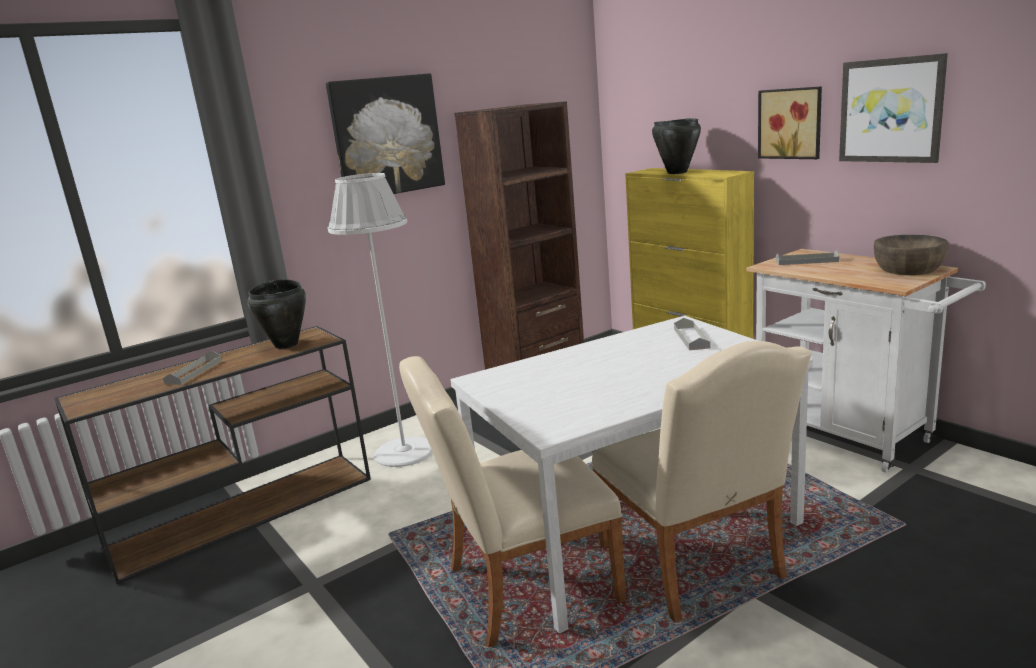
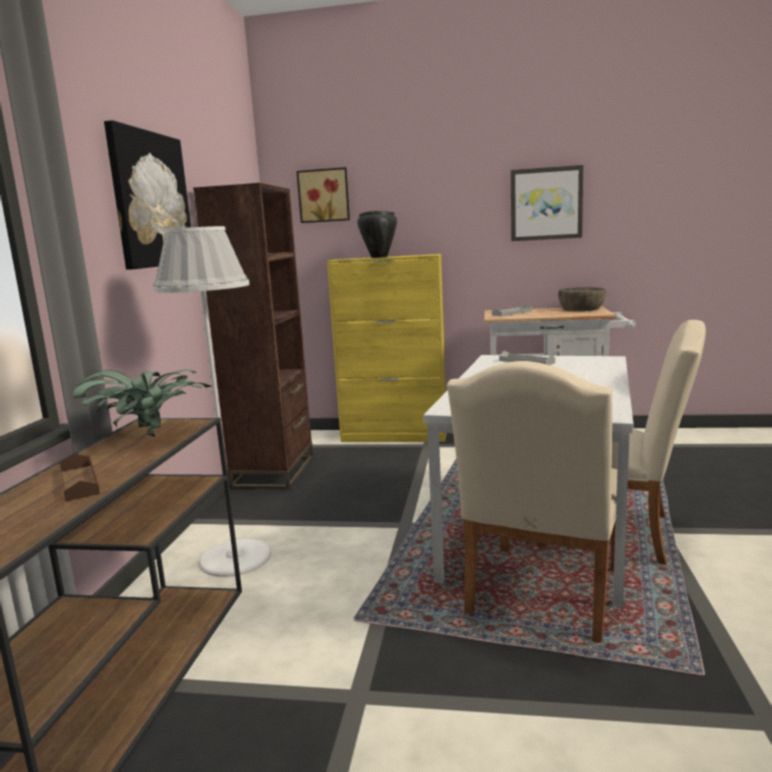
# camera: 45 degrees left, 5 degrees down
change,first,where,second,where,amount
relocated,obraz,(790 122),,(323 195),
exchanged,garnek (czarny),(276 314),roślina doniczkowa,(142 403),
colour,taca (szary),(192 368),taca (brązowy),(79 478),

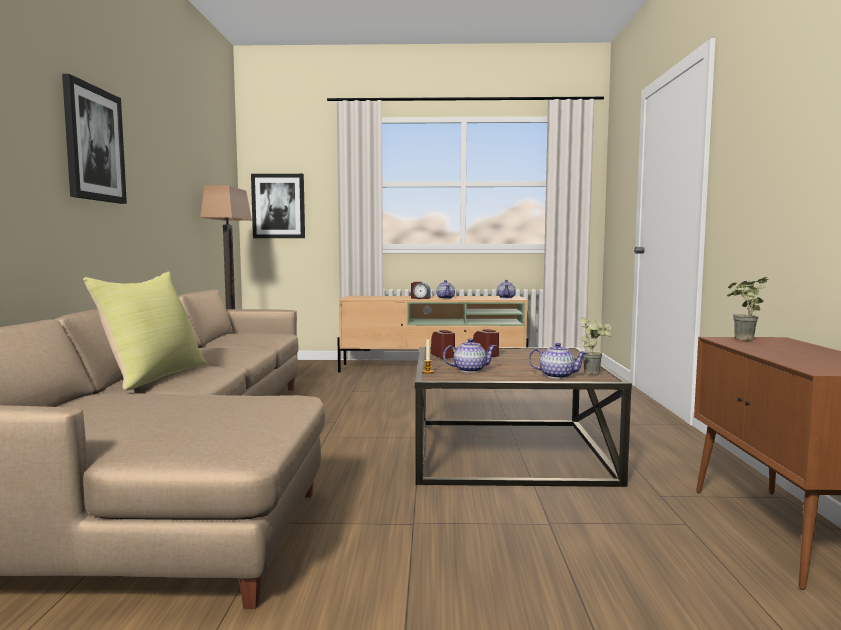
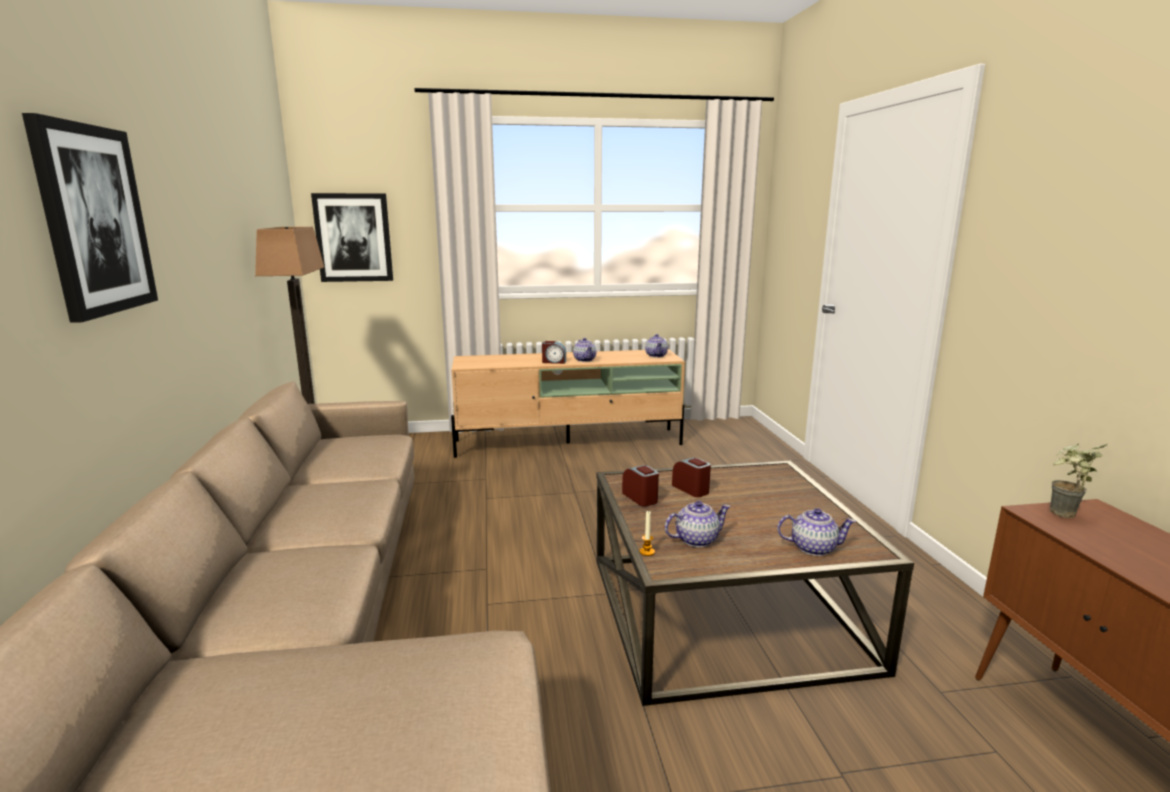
# camera: 10 degrees left, 10 degrees up
change,first,where,second,where,amount
missing,poduszka (żółty),(145 330),,,
missing,roślina doniczkowa,(596 346),,,

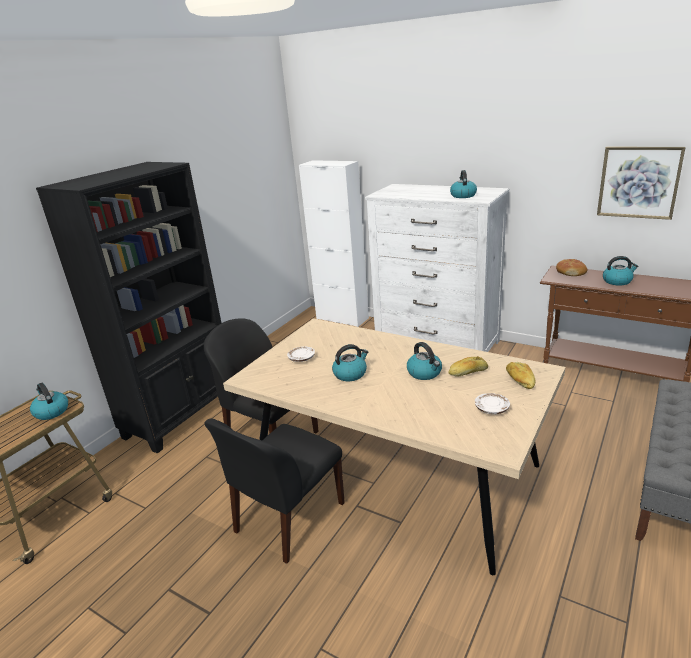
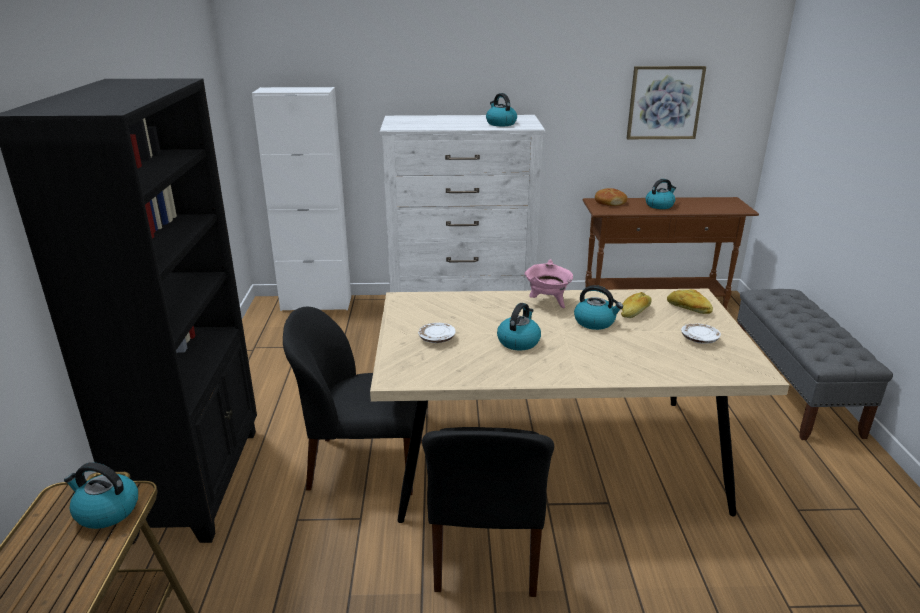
# camera: 35 degrees left, 0 degrees up
change,first,where,second,where,amount
appeared,,,garnek (różowy),(549 283),

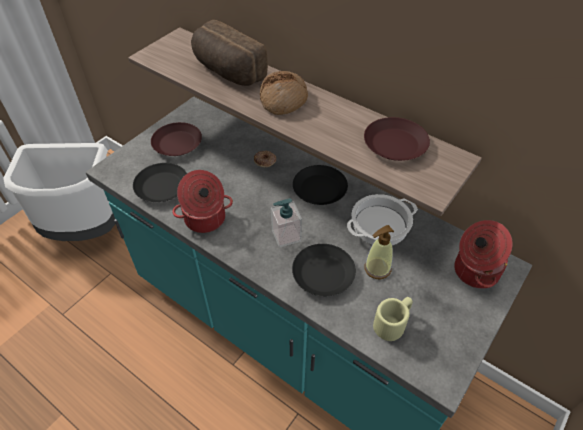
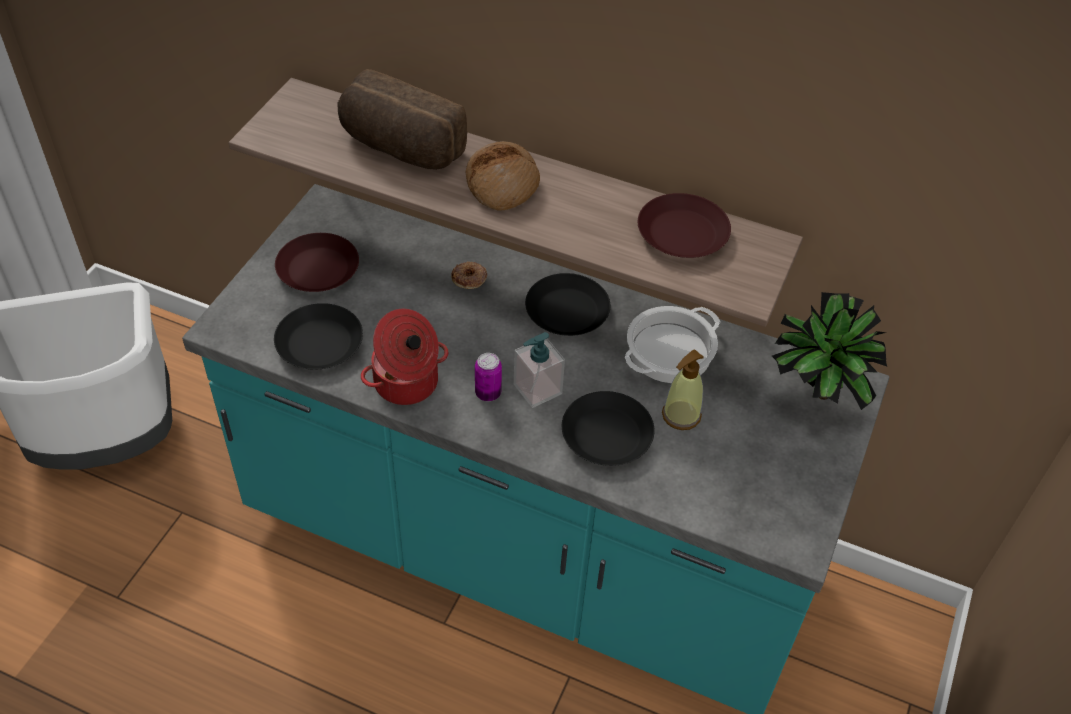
# camera: 15 degrees left, 0 degrees up
change,first,where,second,where,amount
missing,kubek (beżowy),(393 319),,,
appeared,,,puszka,(488 377),
exchanged,garnek,(483 254),roślina doniczkowa,(829 351),

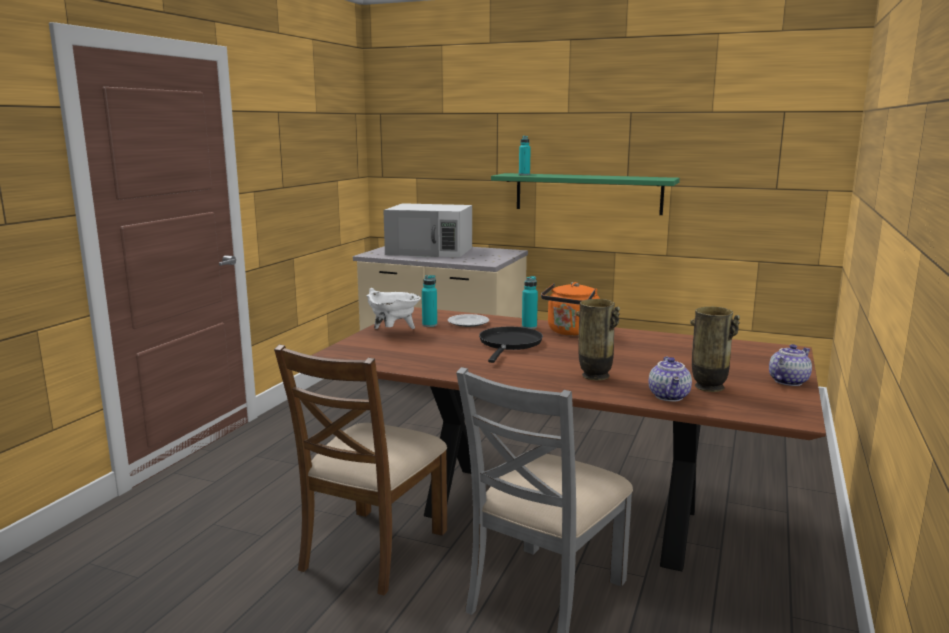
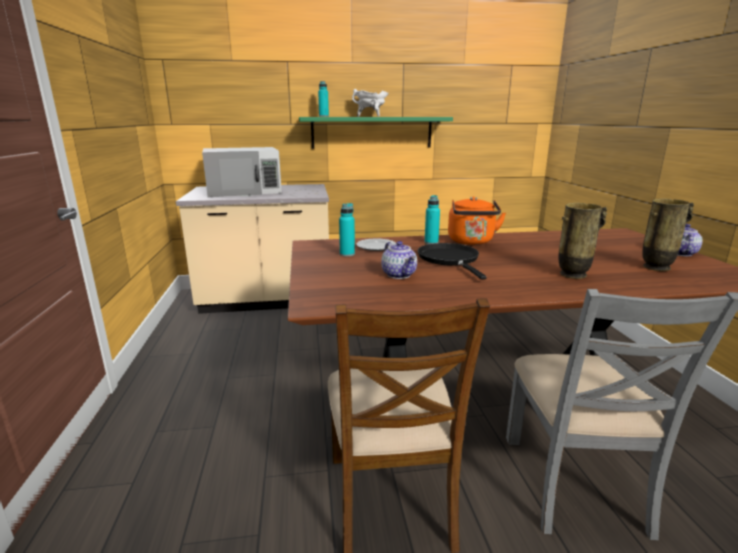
# camera: 30 degrees left, 5 degrees up
change,first,where,second,where,amount
relocated,garnek (biały),(394 308),,(370 103),
relocated,imbryk,(670 379),,(399 260),

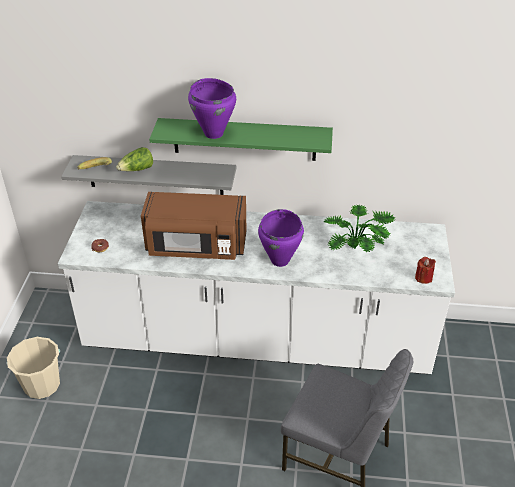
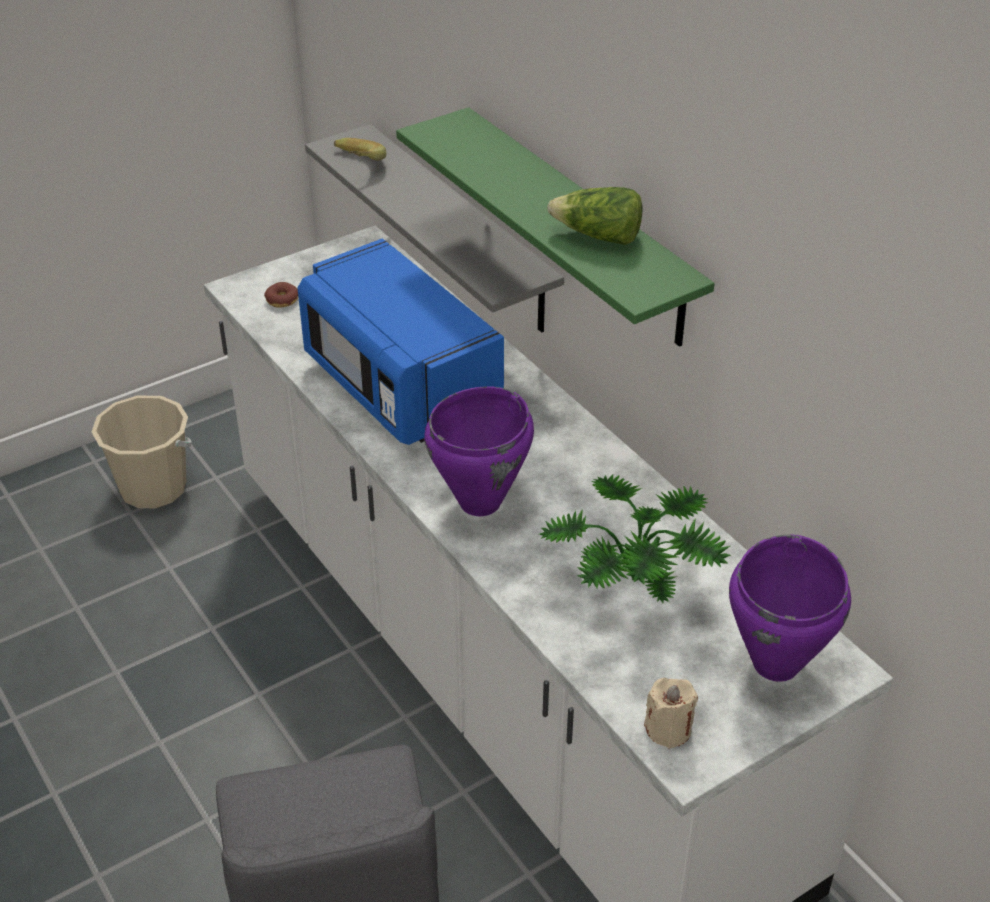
# camera: 50 degrees right, 0 degrees up
change,first,where,second,where,amount
relocated,sałata,(134 159),,(595 216),
relocated,garnek (fioletowy),(212 108),,(790 608),
colour,mikrofalówka (brązowy),(194 226),mikrofalówka (niebieski),(401 342),
colour,świeca (czerwony),(425 270),świeca (beżowy),(671 713),

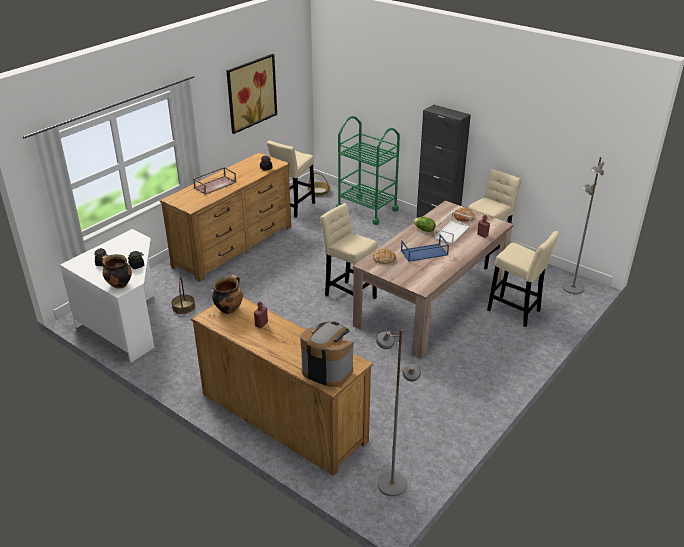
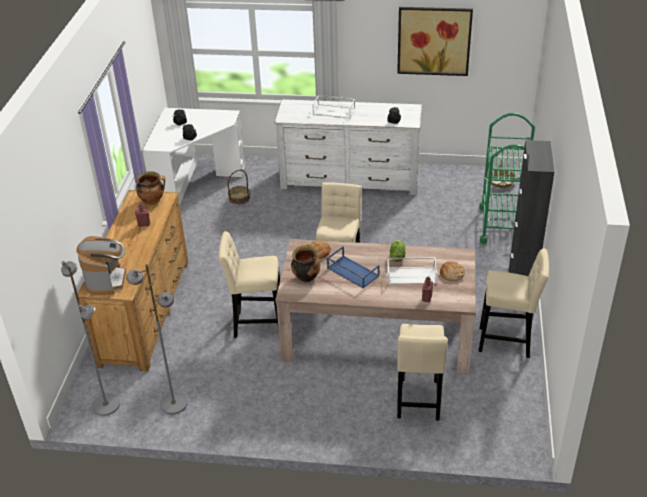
# camera: 60 degrees right, 5 degrees up
change,first,where,second,where,amount
relocated,garnek,(116 271),,(305 263),
relocated,stołek (beżowy),(291 179),,(249 284),
relocated,lampa stojąca (szary),(583 225),,(157 339),
colour,komoda (brązowy),(225 217),komoda (biały),(348 147),
colour,taca (brązowy),(215 181),taca (biały),(334 107),

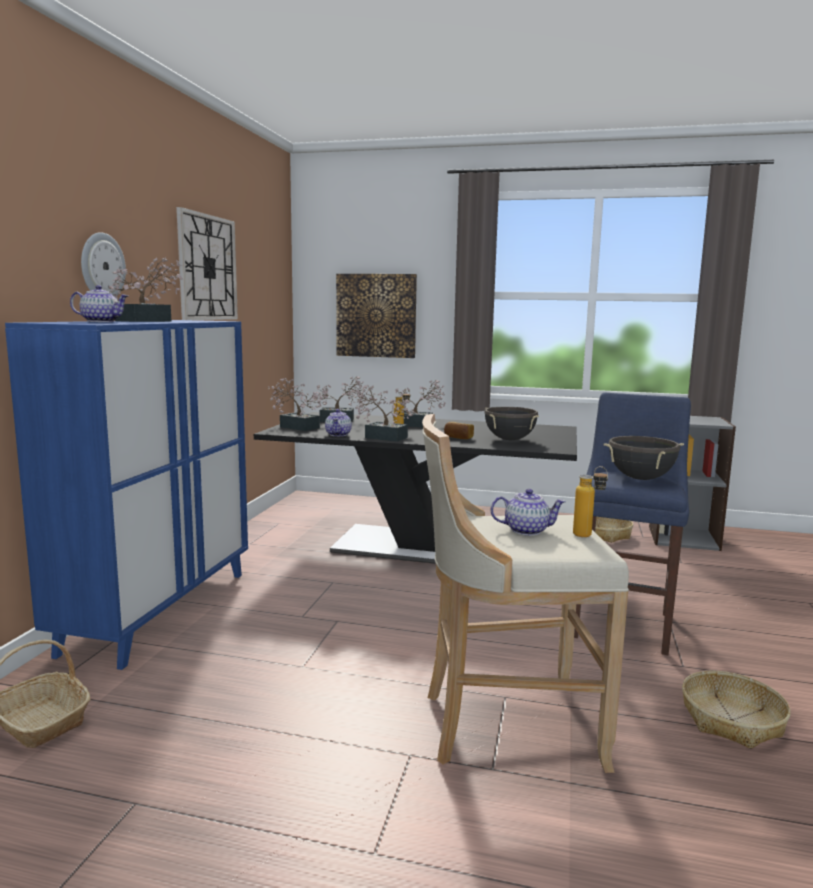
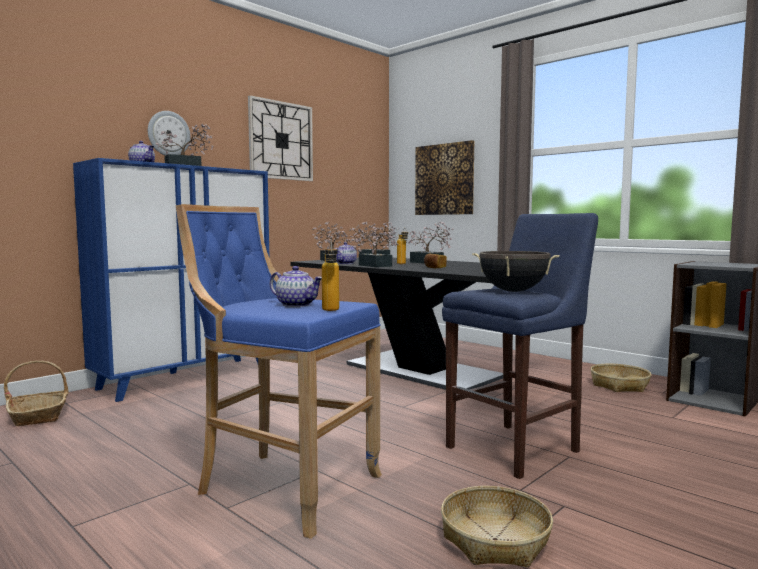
# camera: 30 degrees right, 5 degrees down
change,first,where,second,where,amount
missing,garnek (czarny),(511 423),,,
colour,stołek (beżowy),(525 593),stołek (niebieski),(279 371),

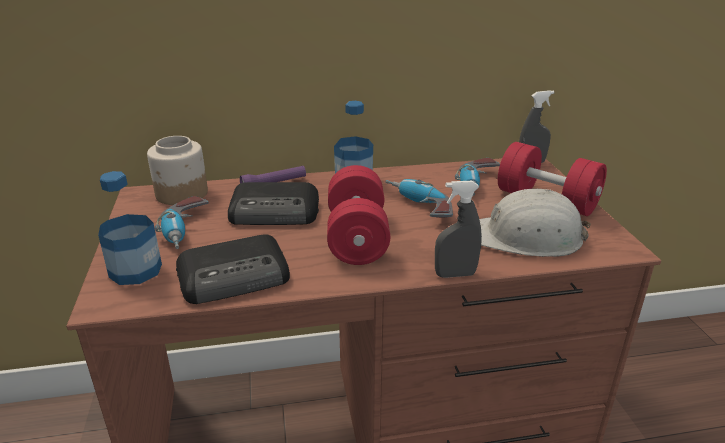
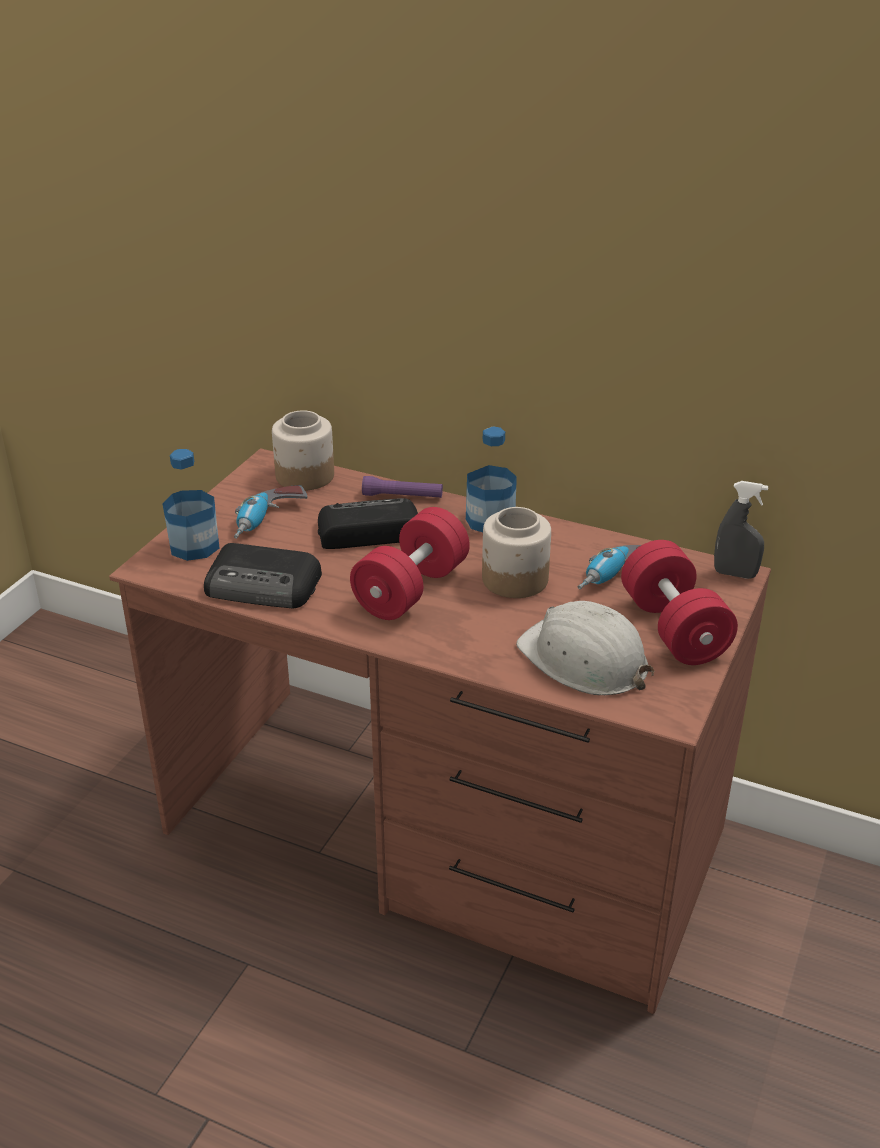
# camera: 35 degrees right, 5 degrees up
change,first,where,second,where,amount
missing,spryskiwacz (szary),(458 229),,,
exchanged,wiertarka,(419 198),słoik,(516 552),
spun,radio,(273 203),,(368 523),135 degrees clockwise

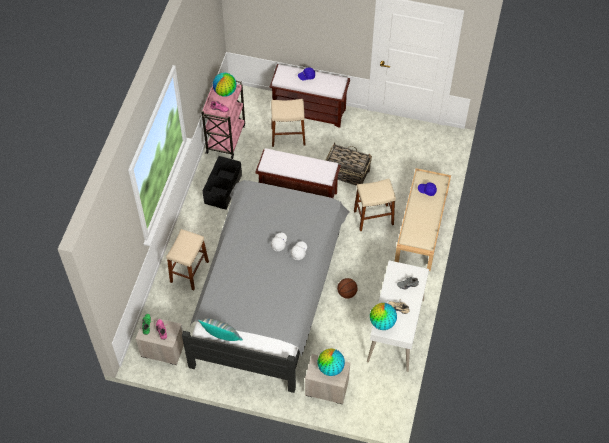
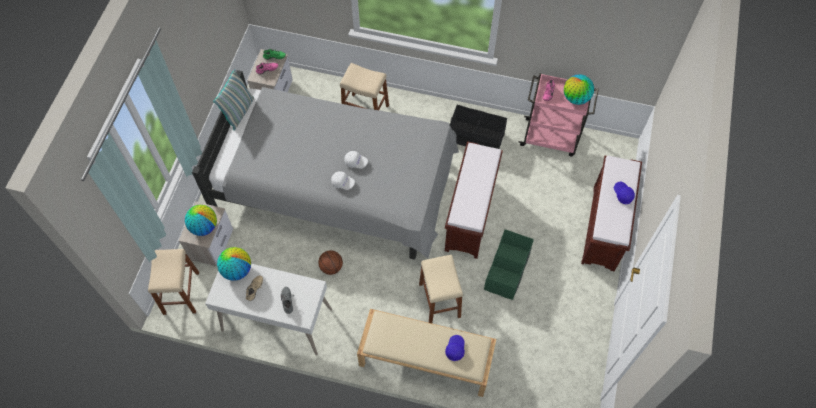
# camera: 90 degrees right, 5 degrees up
change,first,where,second,where,amount
relocated,stołek (beżowy),(288 123),,(173 282),
exchanged,koszyk,(348 164),pojemnik do przechowywania (zielony),(508 264),

